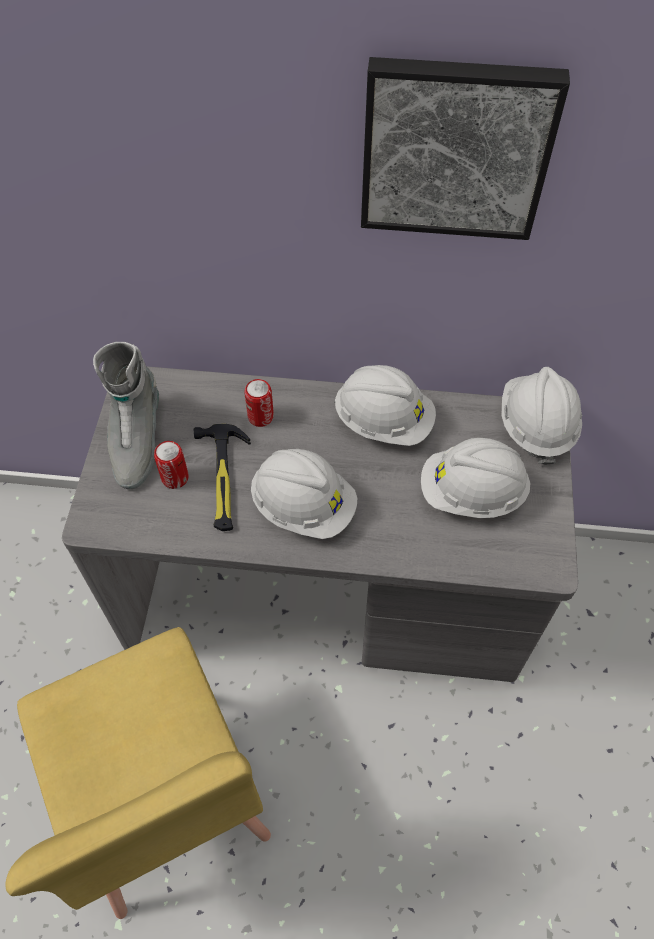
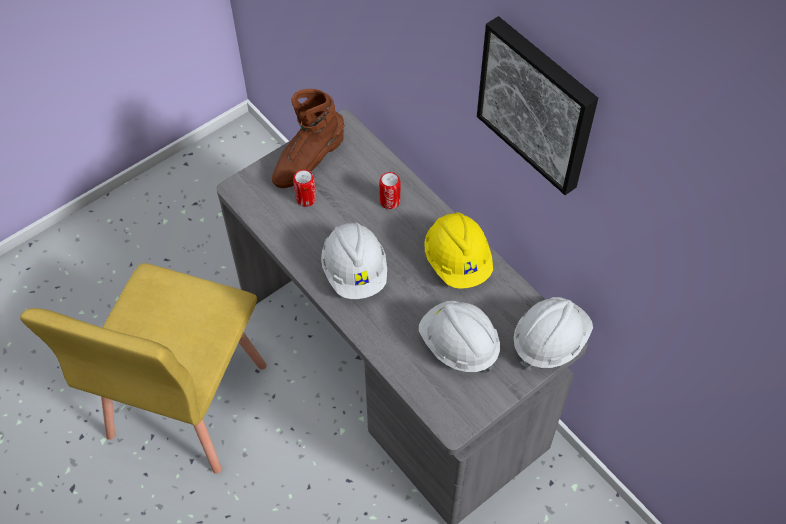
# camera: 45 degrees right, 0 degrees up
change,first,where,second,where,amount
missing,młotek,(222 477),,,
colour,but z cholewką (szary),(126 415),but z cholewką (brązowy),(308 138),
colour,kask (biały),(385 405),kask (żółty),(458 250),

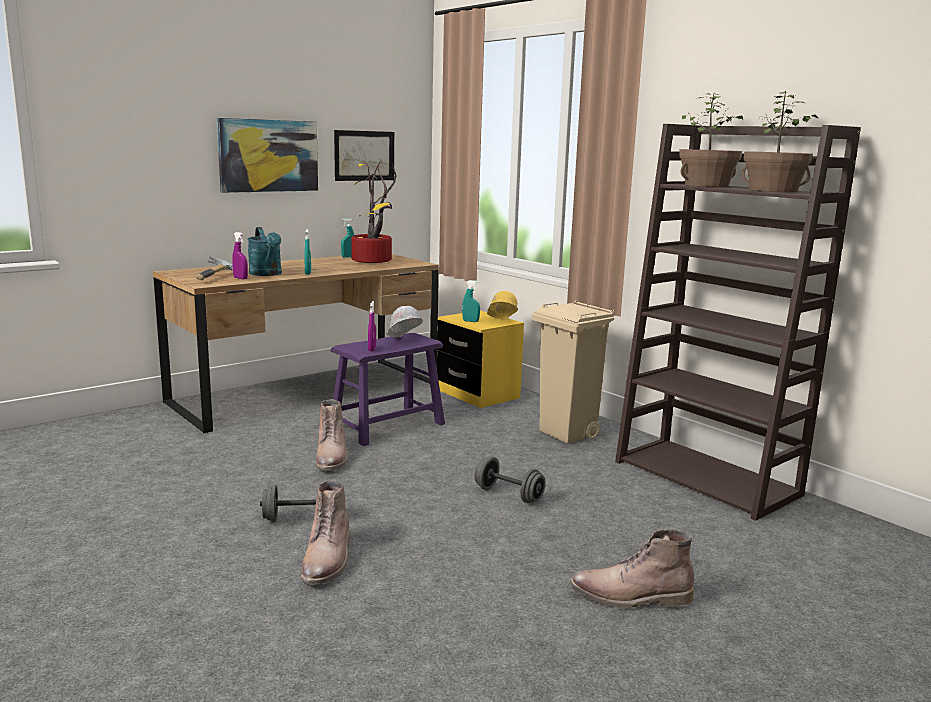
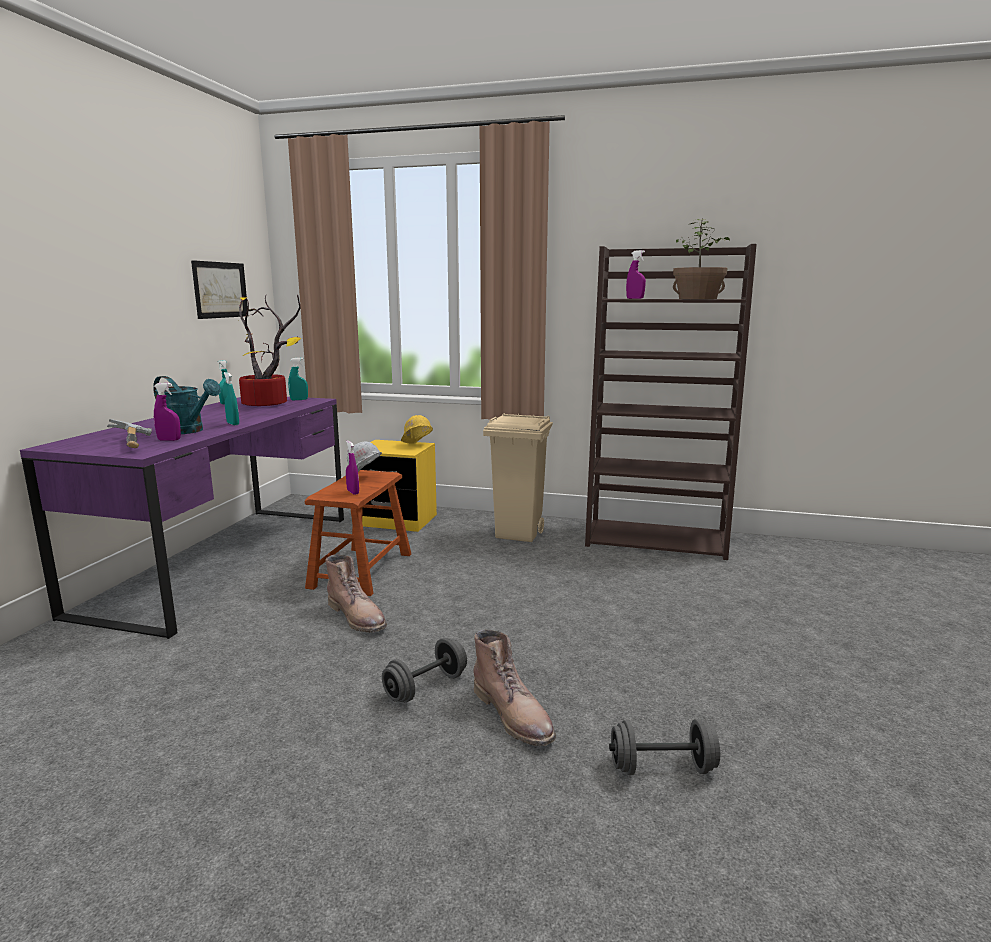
# camera: 35 degrees left, 0 degrees up
change,first,where,second,where,amount
missing,obraz,(267 155),,,
missing,but z cholewką (brązowy),(632 568),,,
relocated,spryskiwacz (turkusowy),(471 301),,(298 379),
relocated,hantel (szary),(510 480),,(664 747),
exchanged,roślina doniczkowa,(711 140),spryskiwacz (fioletowy),(636 274),
colour,biurko (brązowy),(296 343),biurko (fioletowy),(182 518),
colour,stołek (fioletowy),(388 389),stołek (brązowy),(358 533),

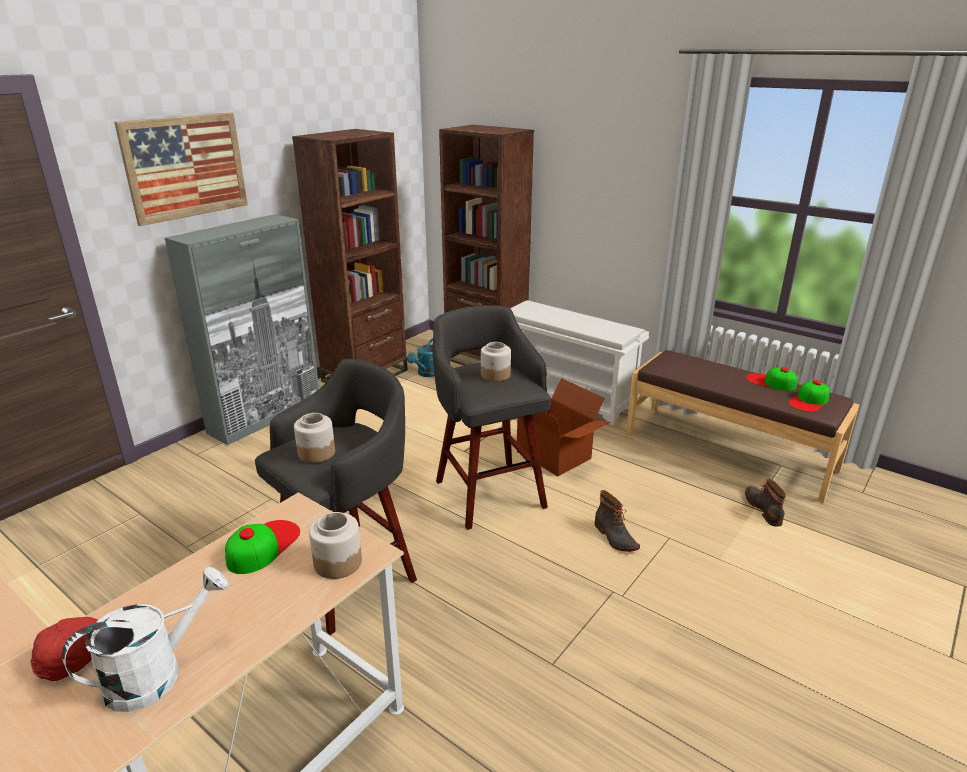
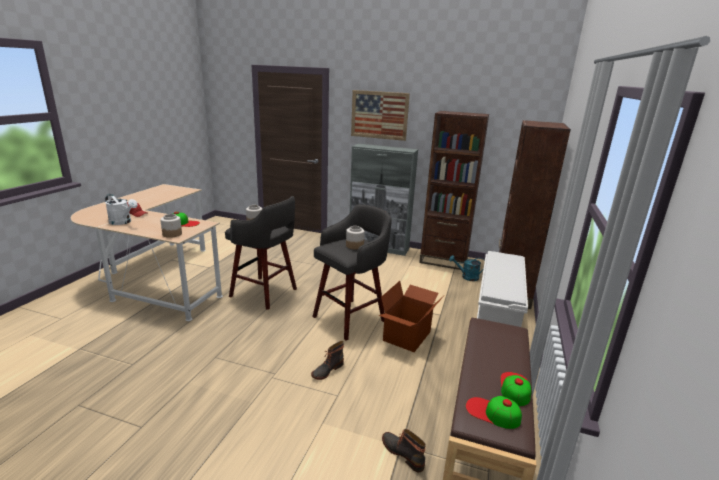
# camera: 70 degrees right, 5 degrees down
change,first,where,second,where,amount
spun,but z cholewką,(765 503),,(404 450),105 degrees counterclockwise

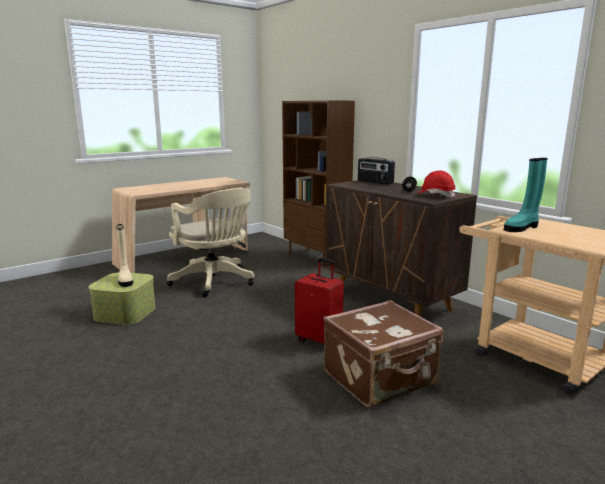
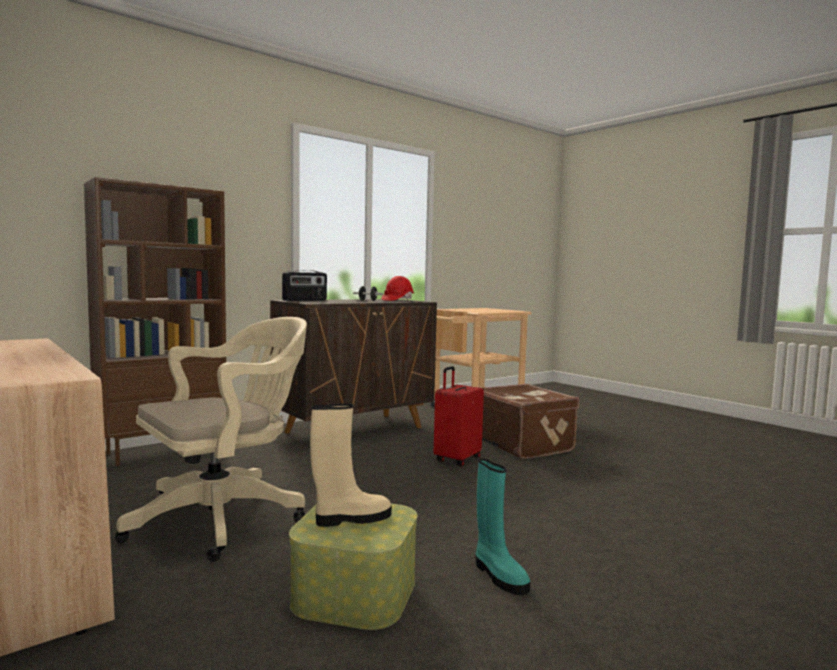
# camera: 90 degrees left, 10 degrees down
change,first,where,second,where,amount
relocated,but z cholewką (turkusowy),(526 195),,(502 526),

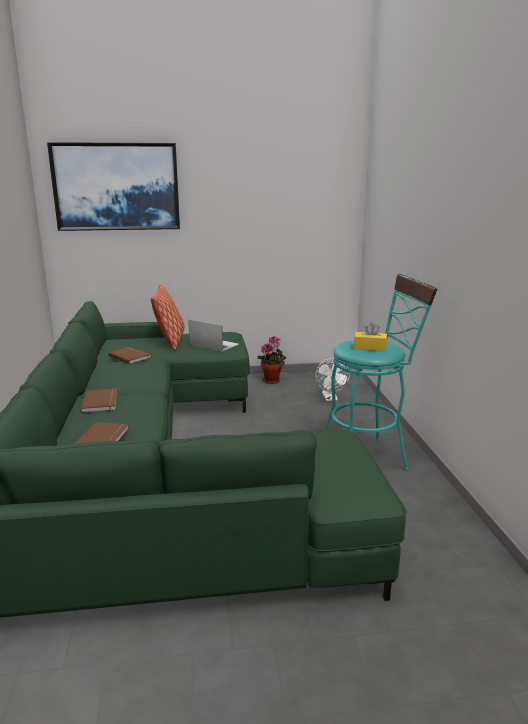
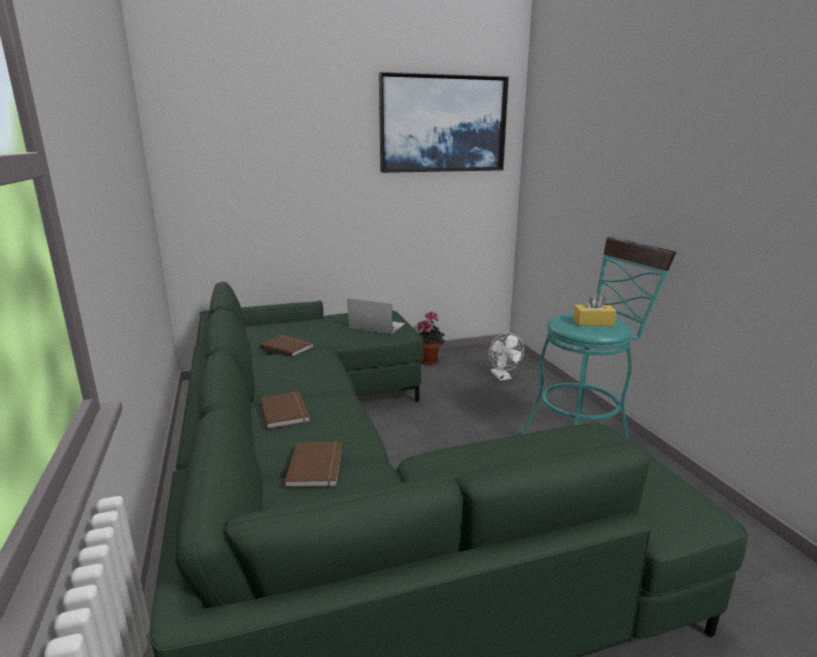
# camera: 10 degrees left, 0 degrees up
change,first,where,second,where,amount
missing,poduszka,(167 317),,,
relocated,obraz,(113 186),,(444 122),

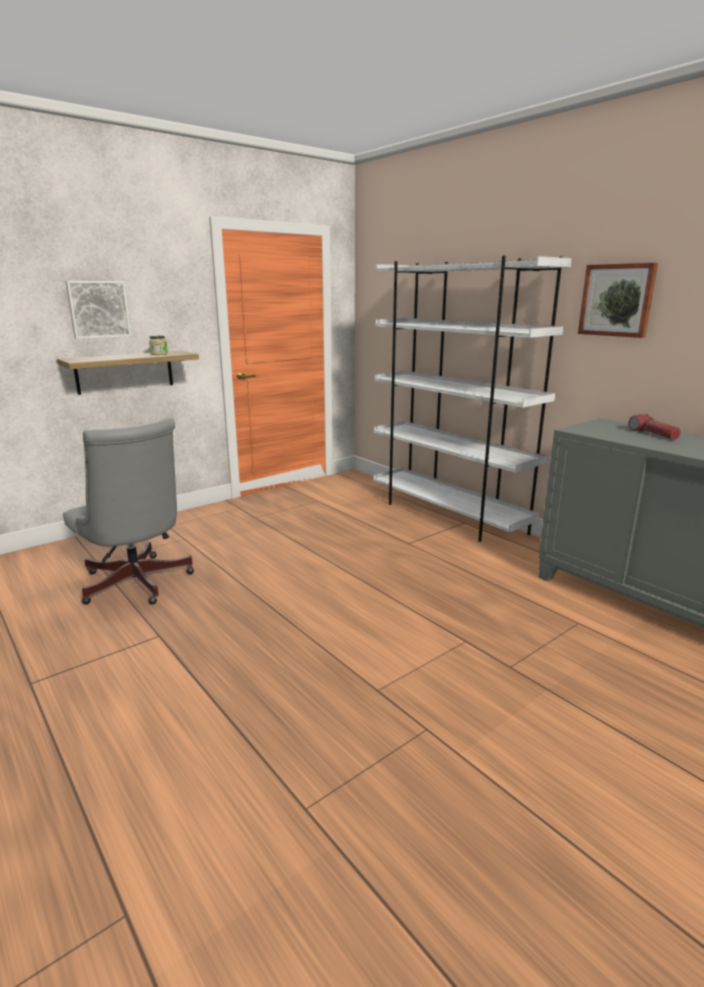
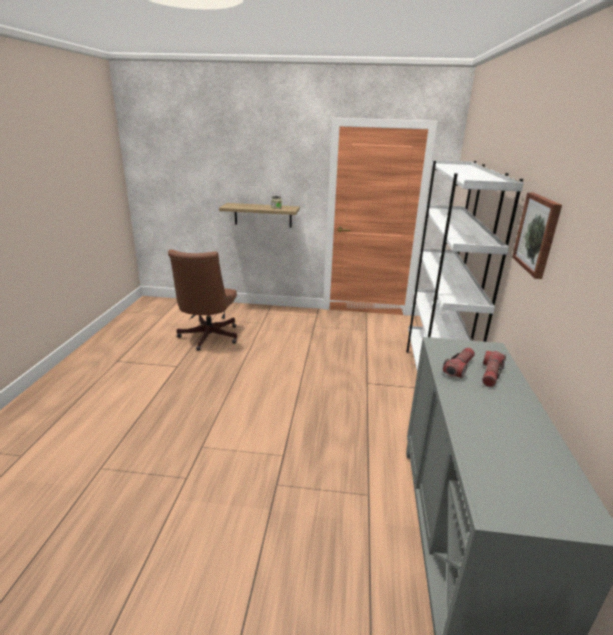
# camera: 45 degrees right, 5 degrees up
change,first,where,second,where,amount
missing,obraz,(98 310),,,
appeared,,,latarka,(459 363),
colour,krzesło biurowe (szary),(128 511),krzesło biurowe (brązowy),(202 300),

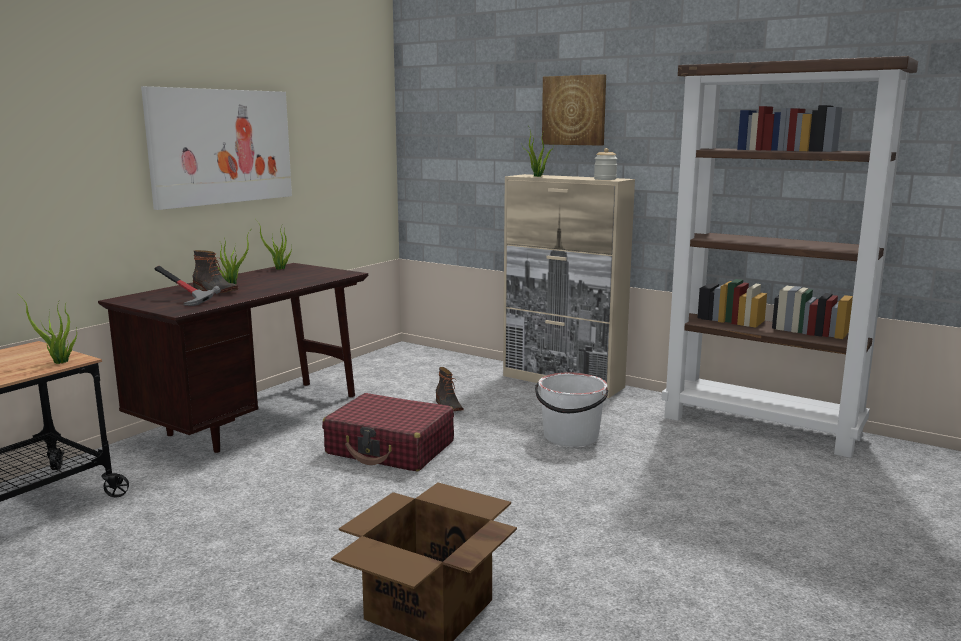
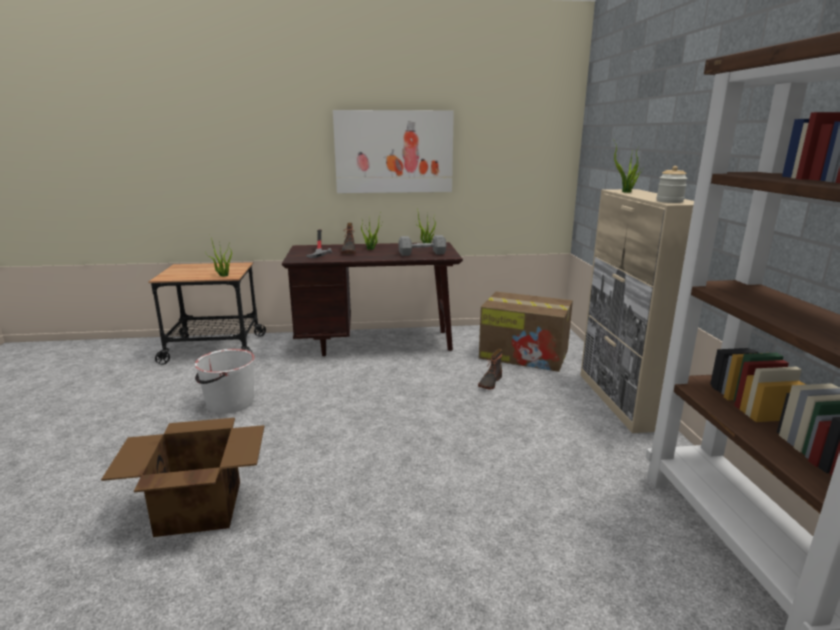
# camera: 50 degrees right, 5 degrees up
change,first,where,second,where,amount
missing,walizka (czerwony),(388 432),,,
missing,obraz,(574 110),,,
appeared,,,hantel (szary),(422 245),
appeared,,,karton,(526 332),
relocated,wiadro (biały),(571 410),,(225 381),

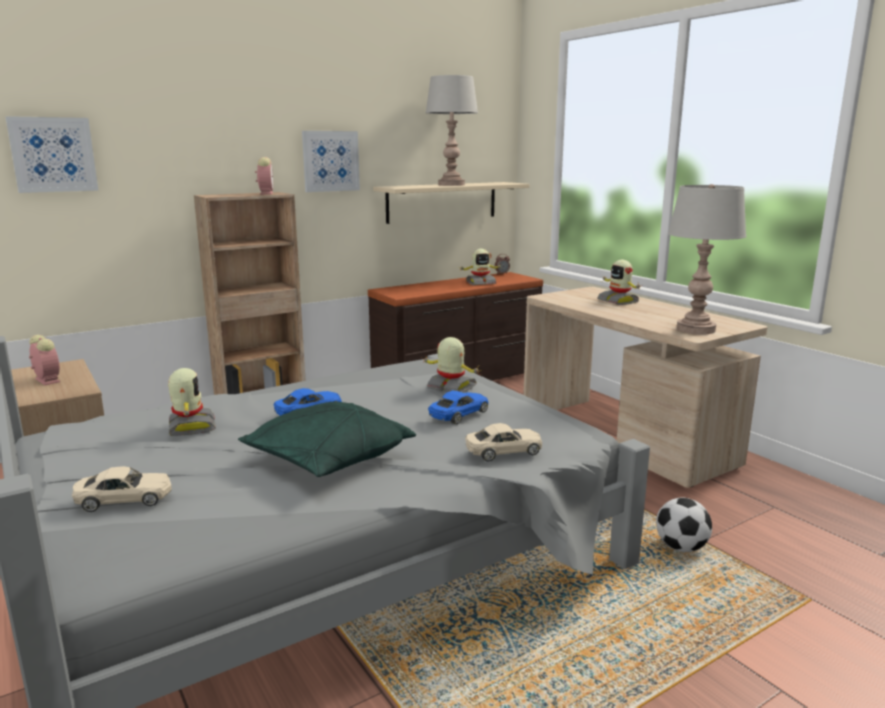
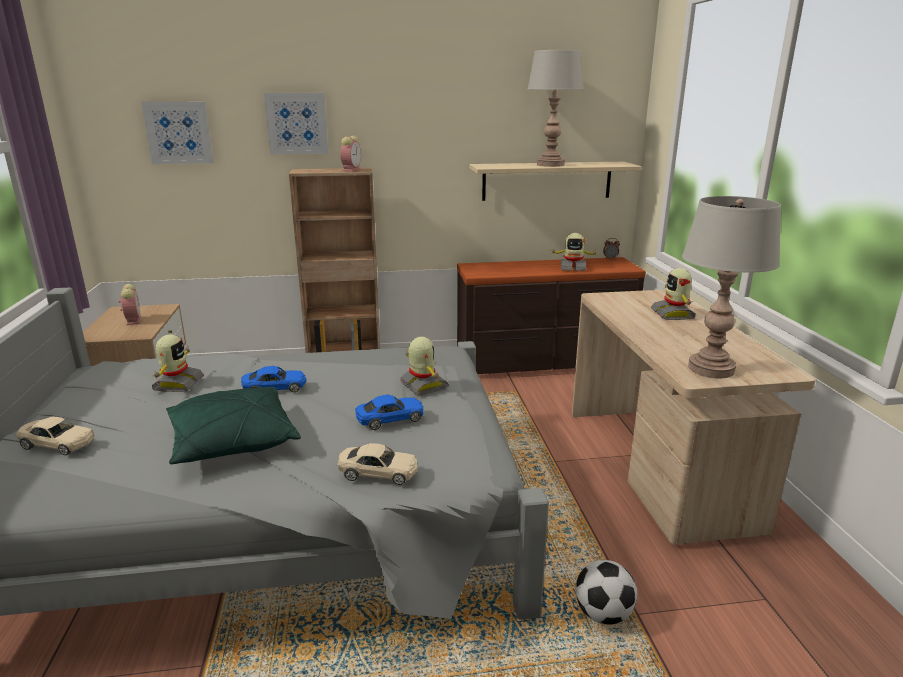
# camera: 25 degrees right, 5 degrees up
change,first,where,second,where,amount
relocated,obraz,(331 161),,(296 123),

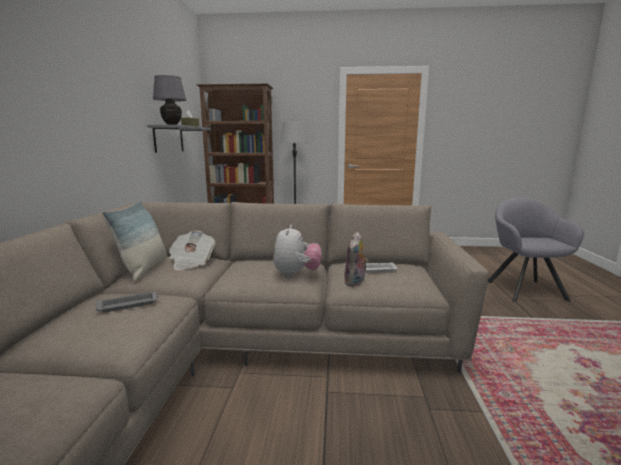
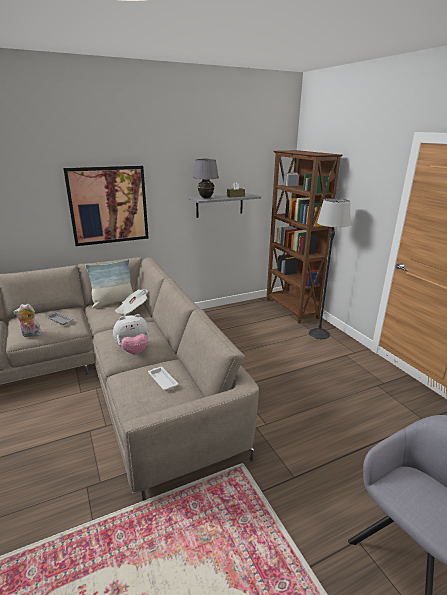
# camera: 60 degrees right, 10 degrees up
change,first,where,second,where,amount
appeared,,,obraz,(106 206),
relocated,pluszak,(356 259),,(28 320),

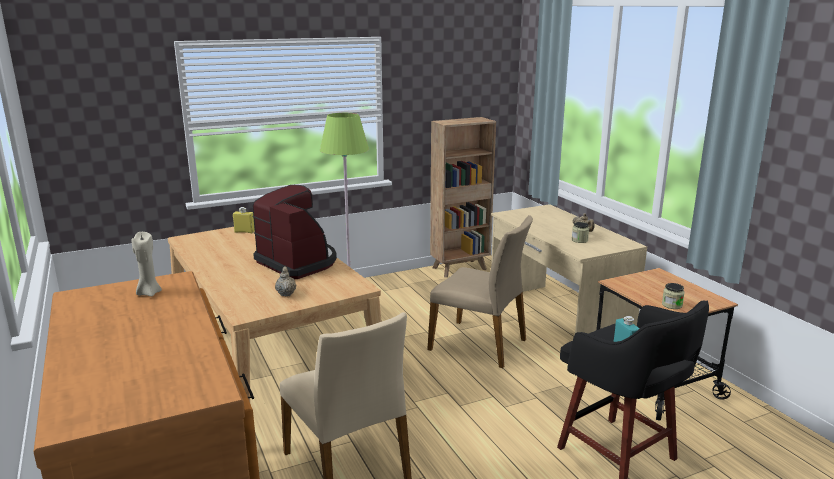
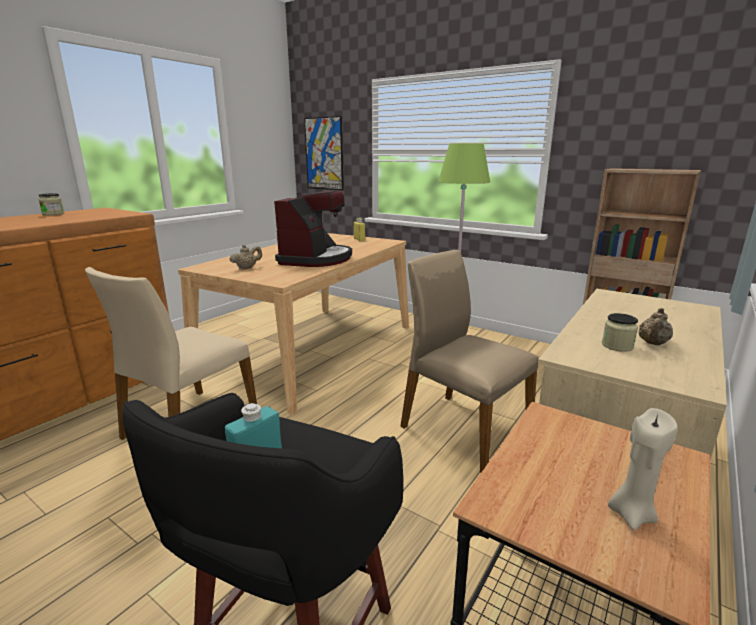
# camera: 60 degrees right, 0 degrees up
change,first,where,second,where,amount
appeared,,,obraz,(324 153),
relocated,świeca (beżowy),(147 264),,(643 469),
relocated,słoik,(673 296),,(51 204),
spun,krzesło (beżowy),(480 291),,(469 361),135 degrees clockwise

